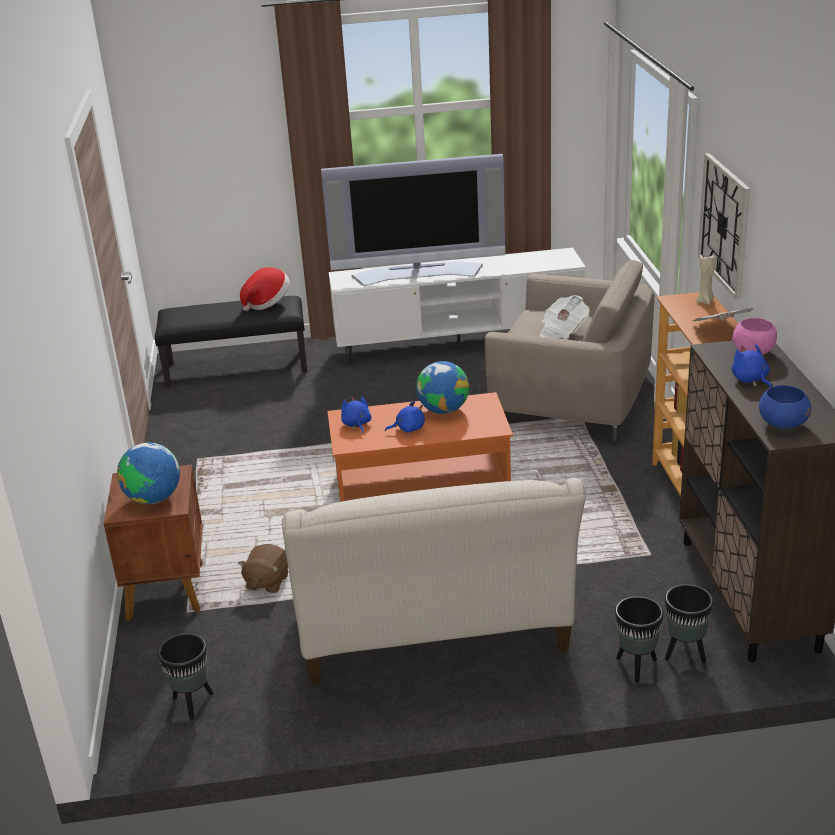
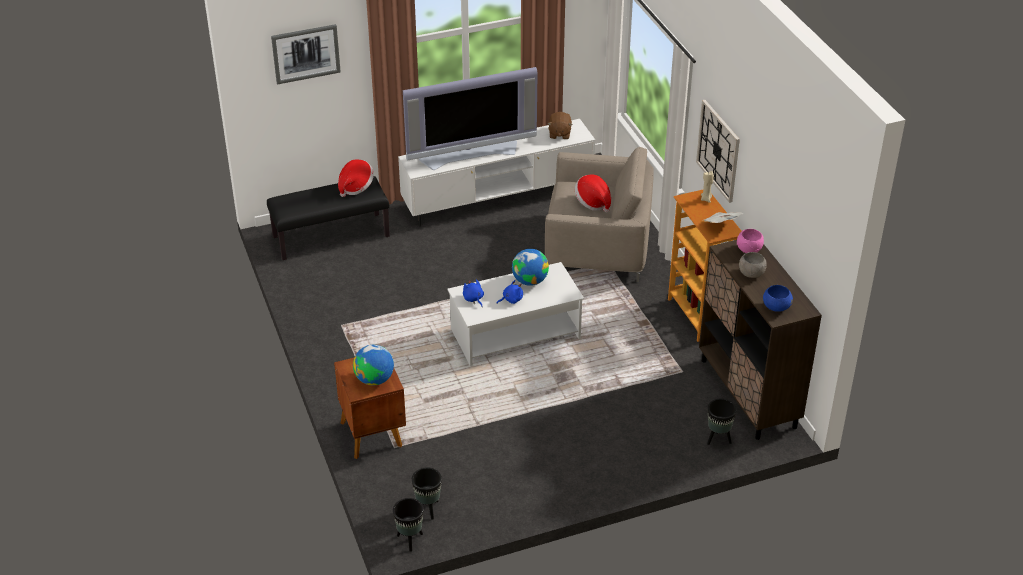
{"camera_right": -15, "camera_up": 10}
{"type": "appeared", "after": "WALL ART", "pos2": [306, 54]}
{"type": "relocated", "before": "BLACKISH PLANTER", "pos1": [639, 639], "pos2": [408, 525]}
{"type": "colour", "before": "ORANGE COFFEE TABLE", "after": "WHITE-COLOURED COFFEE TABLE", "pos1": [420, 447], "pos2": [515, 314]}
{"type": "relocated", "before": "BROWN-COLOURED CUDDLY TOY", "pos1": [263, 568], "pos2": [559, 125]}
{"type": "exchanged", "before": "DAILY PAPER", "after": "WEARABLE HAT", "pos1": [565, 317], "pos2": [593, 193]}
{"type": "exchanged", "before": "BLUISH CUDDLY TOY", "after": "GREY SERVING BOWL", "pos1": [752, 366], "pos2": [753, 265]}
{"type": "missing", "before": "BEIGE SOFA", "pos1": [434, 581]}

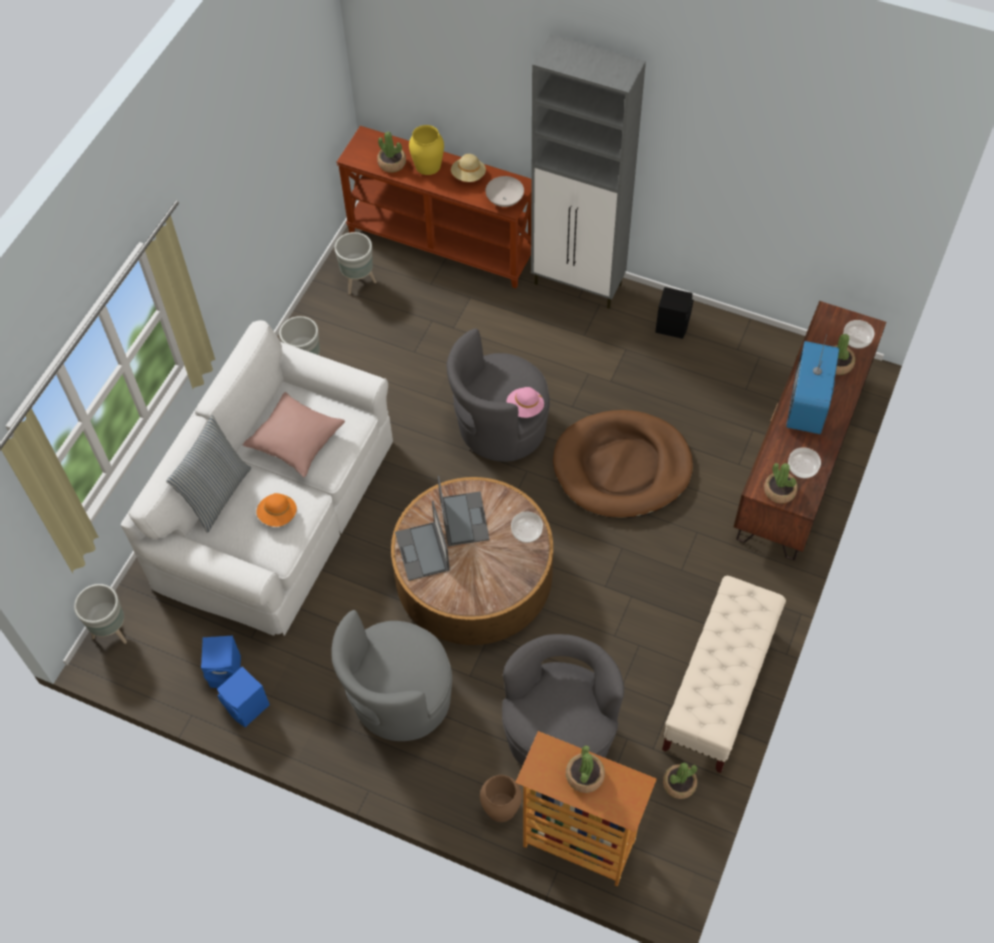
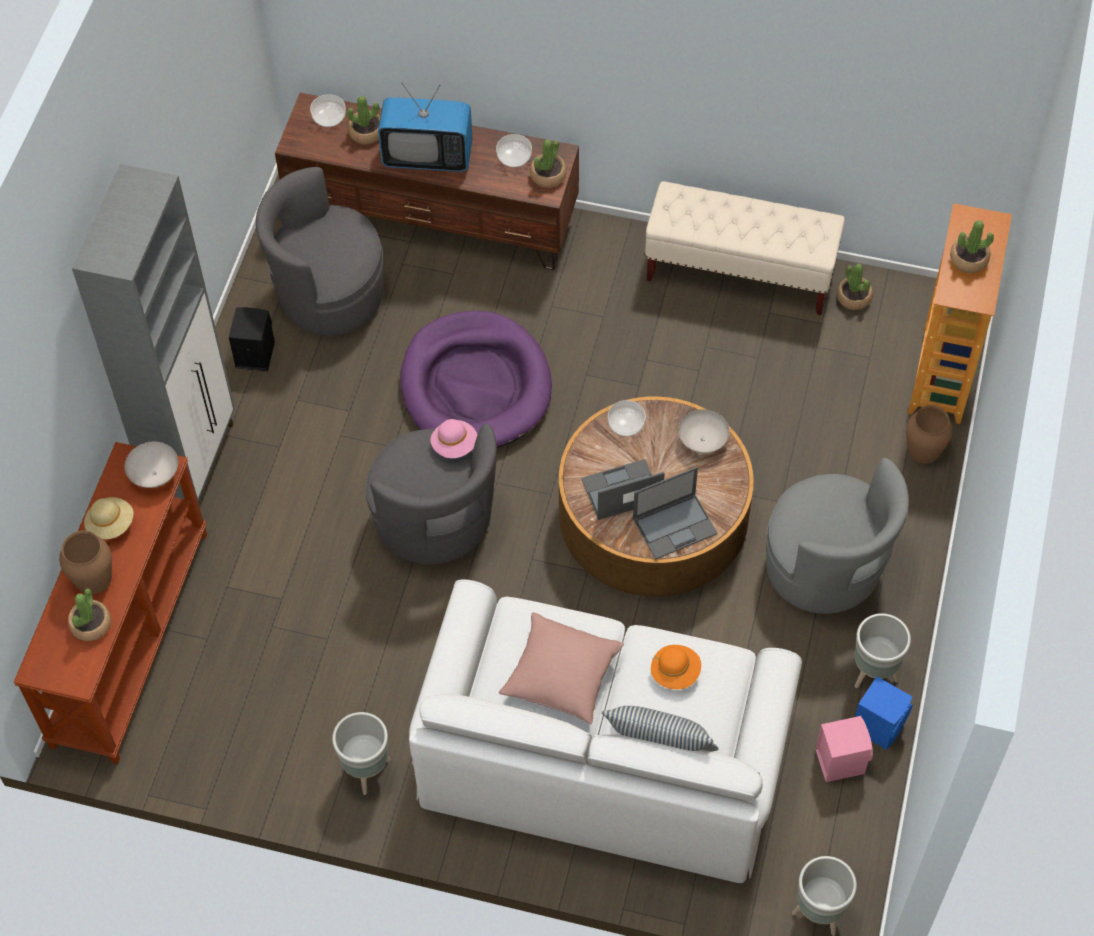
{"camera_right": -100, "camera_up": 0}
{"type": "colour", "before": "YELLOW-COLOURED FLOWER VASE", "after": "BROWN-COLOURED FLOWER VASE", "pos1": [426, 150], "pos2": [85, 562]}
{"type": "relocated", "before": "GREY LOUNGE CHAIR", "pos1": [563, 700], "pos2": [320, 251]}
{"type": "colour", "before": "BROWN-COLOURED DOG BED", "after": "PURPLE DOG BED", "pos1": [623, 464], "pos2": [476, 379]}
{"type": "appeared", "after": "WHITE-COLOURED SERVING BOWL", "pos2": [704, 431]}
{"type": "colour", "before": "BLUISH LOUDSPEAKER", "after": "PINK LOUDSPEAKER", "pos1": [221, 662], "pos2": [844, 749]}
{"type": "relocated", "before": "GREY PLANTER", "pos1": [355, 263], "pos2": [883, 650]}

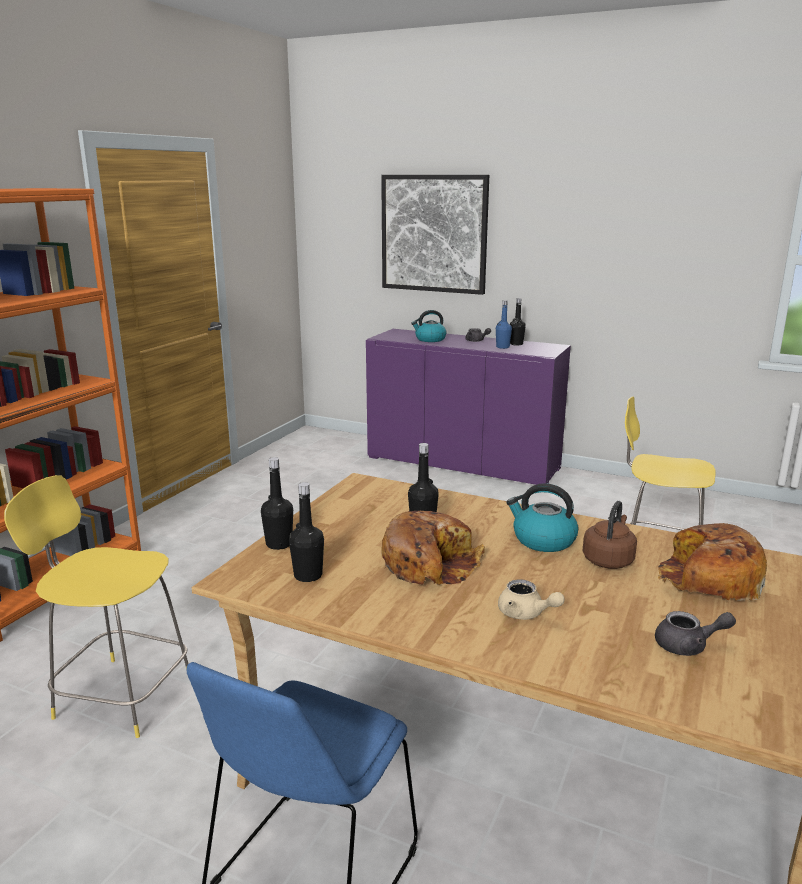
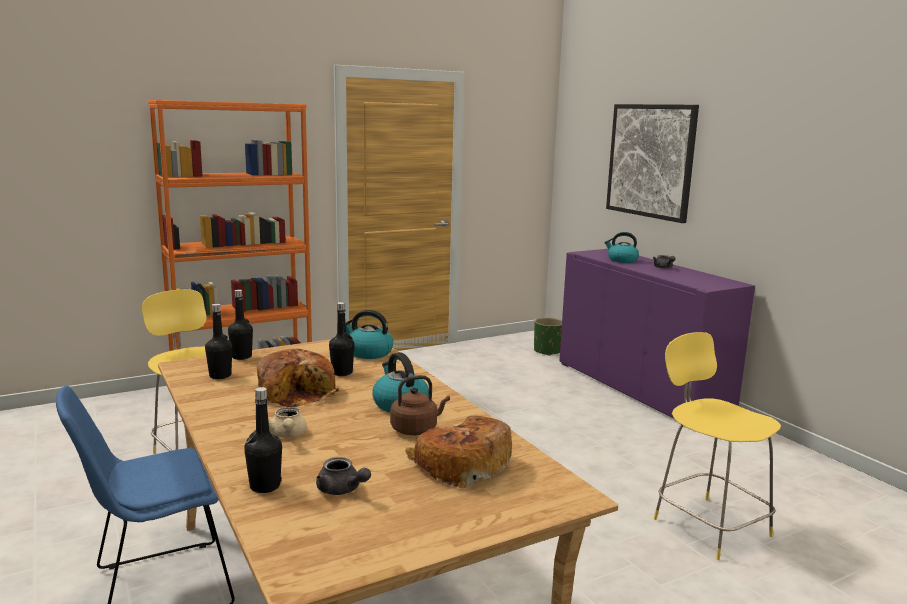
{"camera_right": 35, "camera_up": -5}
{"type": "relocated", "before": "BLACKISH DRINK BOTTLE", "pos1": [518, 322], "pos2": [263, 440]}
{"type": "appeared", "after": "TEA KETTLE", "pos2": [369, 334]}
{"type": "appeared", "after": "GREEN-COLOURED PLANTER", "pos2": [548, 336]}
{"type": "missing", "before": "BLUISH DRINK BOTTLE", "pos1": [504, 324]}

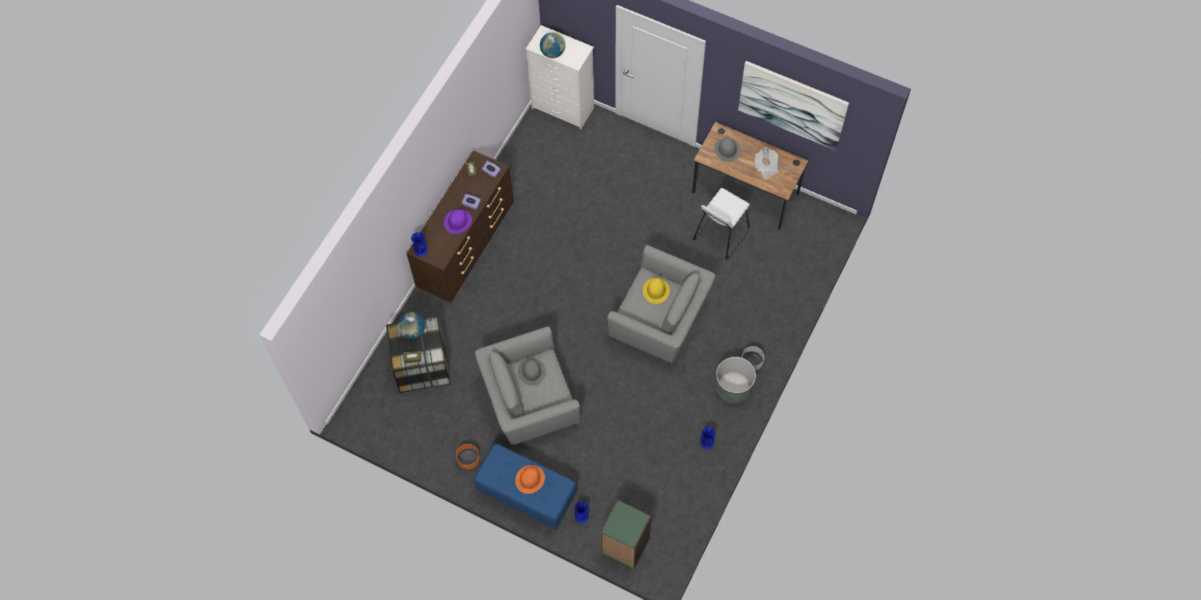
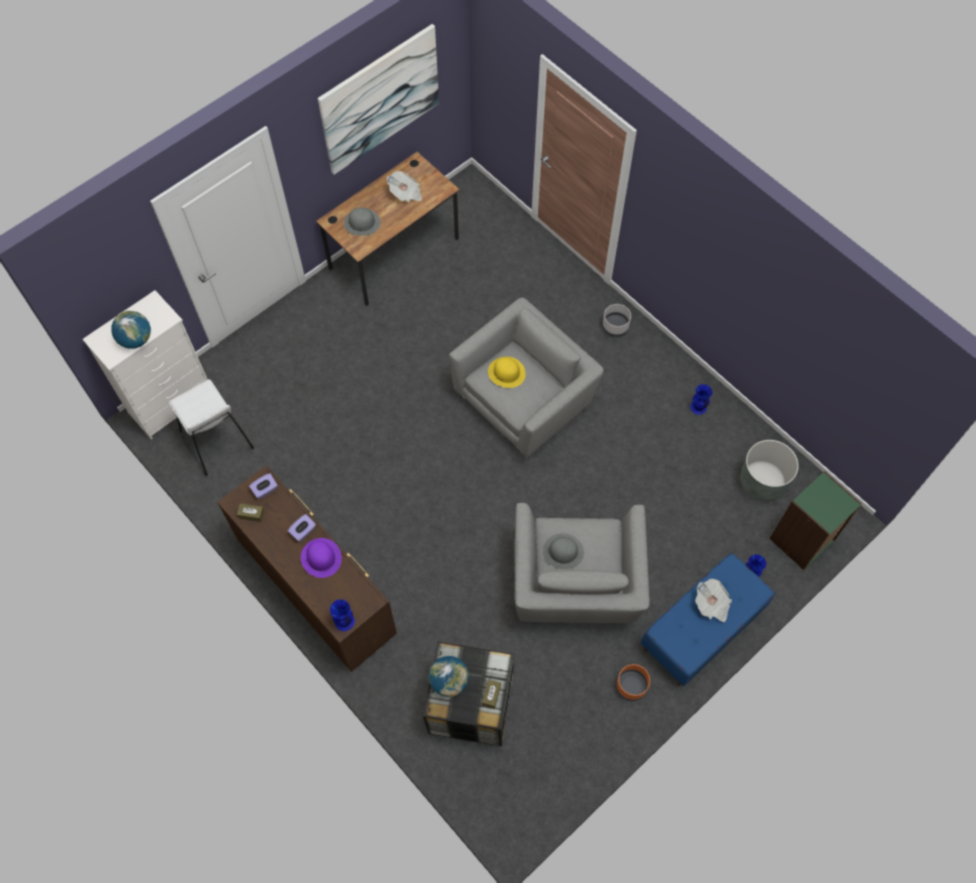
{"camera_right": -70, "camera_up": 0}
{"type": "relocated", "before": "WHITE-COLOURED SITTING STOOL", "pos1": [721, 224], "pos2": [211, 427]}
{"type": "exchanged", "before": "ORANGE WEARABLE HAT", "after": "DAILY PAPER", "pos1": [530, 479], "pos2": [713, 600]}
{"type": "relocated", "before": "GREY PLANTER", "pos1": [736, 380], "pos2": [769, 471]}

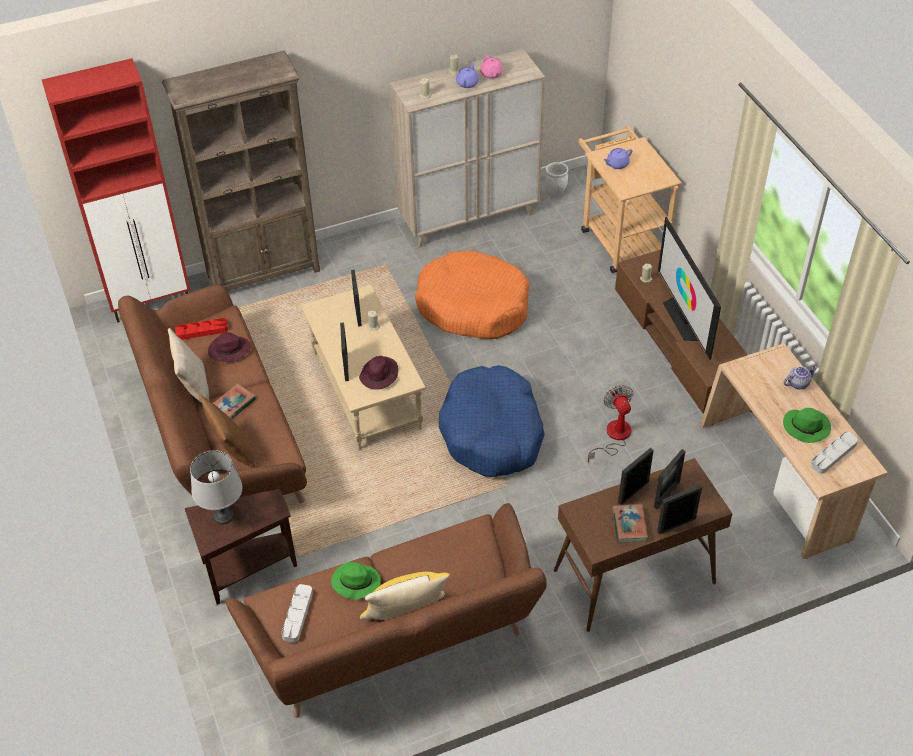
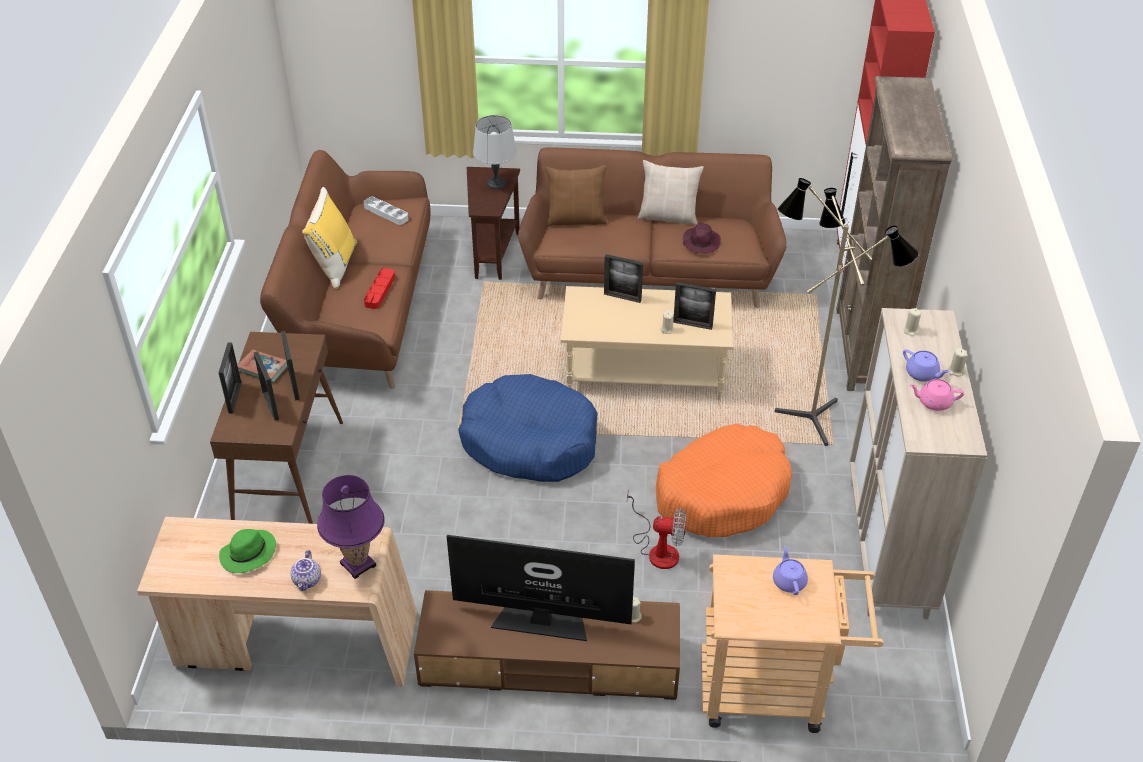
{"camera_right": 115, "camera_up": -5}
{"type": "appeared", "after": "PURPLE TABLETOP LAMP", "pos2": [351, 527]}
{"type": "relocated", "before": "RED-COLOURED SERVING TRAY", "pos1": [201, 329], "pos2": [379, 288]}
{"type": "relocated", "before": "COOLING FAN", "pos1": [611, 424], "pos2": [656, 531]}
{"type": "appeared", "after": "STANDARD LAMP", "pos2": [846, 312]}
{"type": "missing", "before": "VOLUME", "pos1": [234, 401]}
{"type": "missing", "before": "GREEN-COLOURED WEARABLE HAT", "pos1": [356, 581]}
{"type": "missing", "before": "PURPLE WEARABLE HAT", "pos1": [378, 373]}
{"type": "missing", "before": "WHITE-COLOURED PLANTER", "pos1": [556, 178]}
{"type": "missing", "before": "GREY SERVING TRAY", "pos1": [834, 453]}

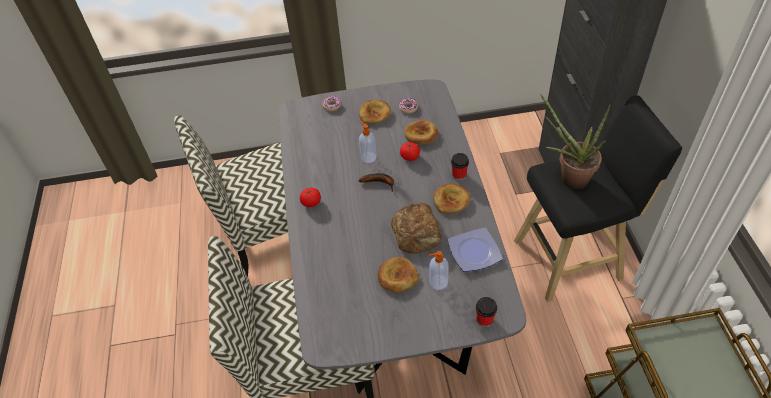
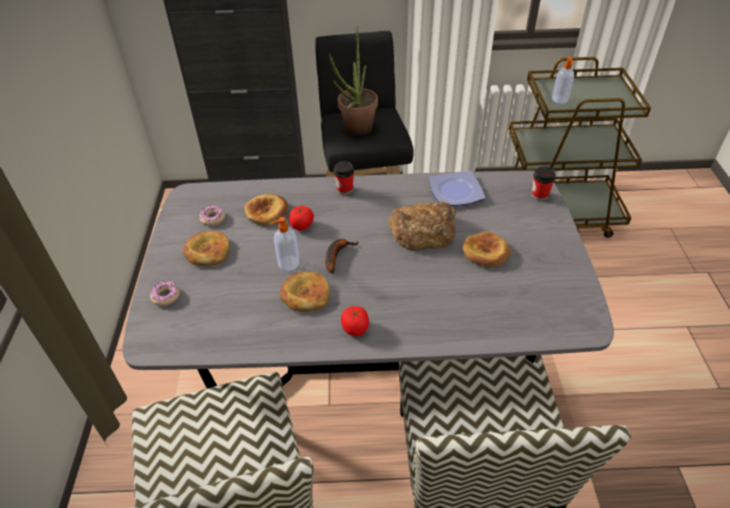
{"camera_right": -85, "camera_up": -5}
{"type": "relocated", "before": "BAKED BREAD", "pos1": [451, 199], "pos2": [304, 292]}
{"type": "relocated", "before": "SOAP DISPENSER", "pos1": [438, 270], "pos2": [563, 80]}

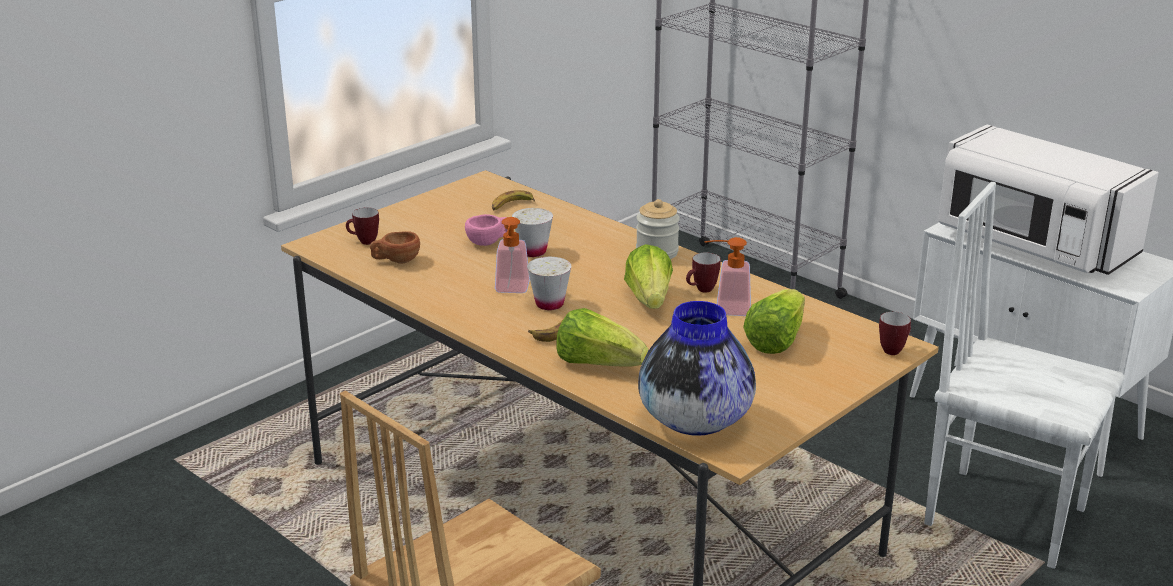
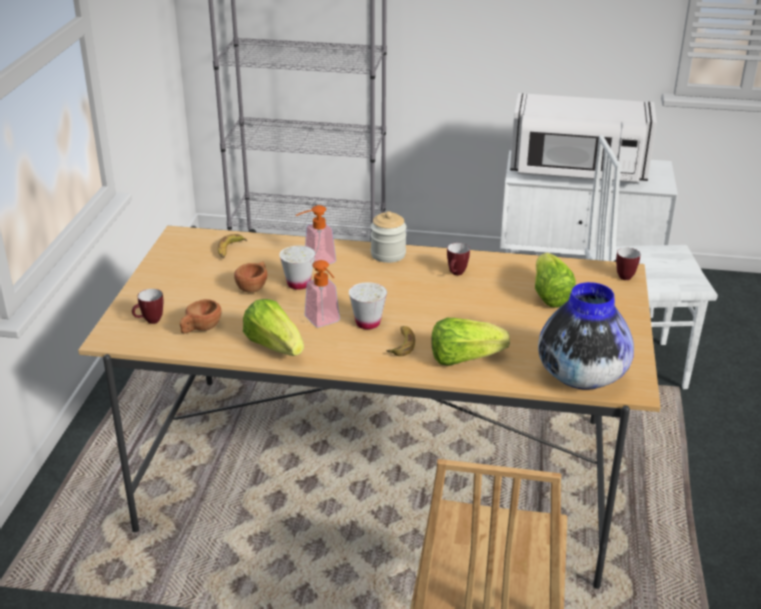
{"camera_right": -35, "camera_up": 5}
{"type": "colour", "before": "PINK DRINKING CUP", "after": "BROWN-COLOURED DRINKING CUP", "pos1": [486, 230], "pos2": [250, 277]}
{"type": "relocated", "before": "LETTUCE", "pos1": [648, 276], "pos2": [273, 327]}
{"type": "relocated", "before": "SOAP DISPENSER", "pos1": [727, 276], "pos2": [316, 234]}

